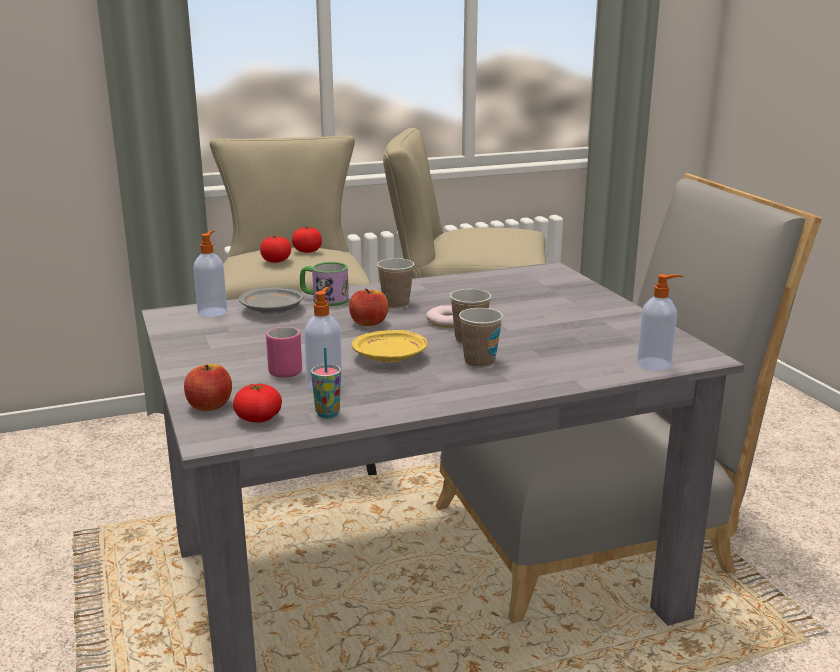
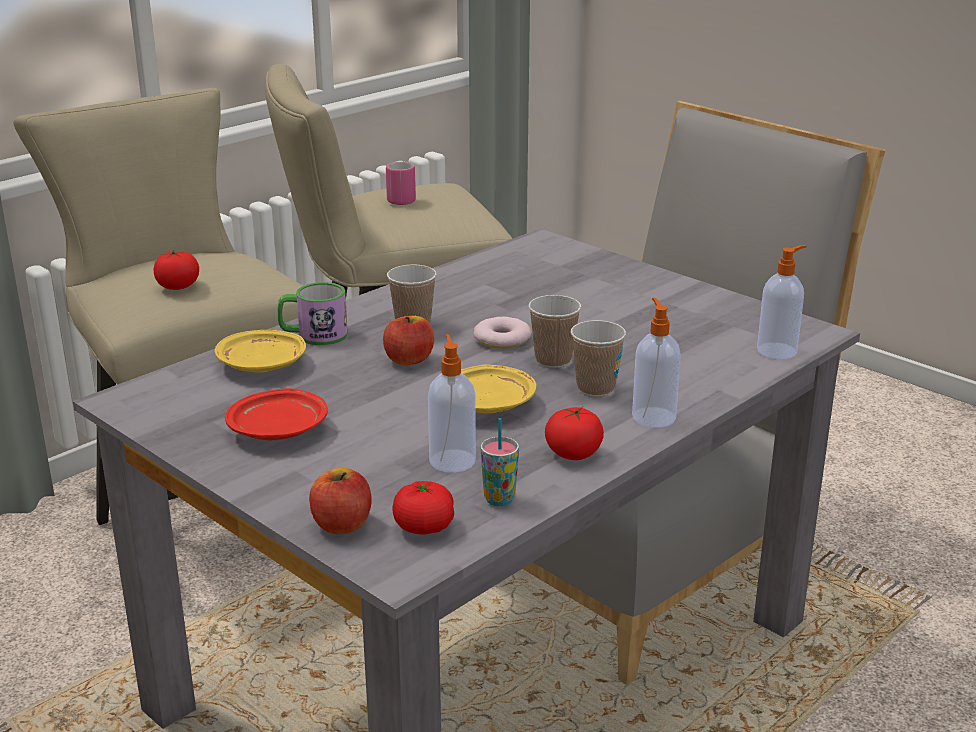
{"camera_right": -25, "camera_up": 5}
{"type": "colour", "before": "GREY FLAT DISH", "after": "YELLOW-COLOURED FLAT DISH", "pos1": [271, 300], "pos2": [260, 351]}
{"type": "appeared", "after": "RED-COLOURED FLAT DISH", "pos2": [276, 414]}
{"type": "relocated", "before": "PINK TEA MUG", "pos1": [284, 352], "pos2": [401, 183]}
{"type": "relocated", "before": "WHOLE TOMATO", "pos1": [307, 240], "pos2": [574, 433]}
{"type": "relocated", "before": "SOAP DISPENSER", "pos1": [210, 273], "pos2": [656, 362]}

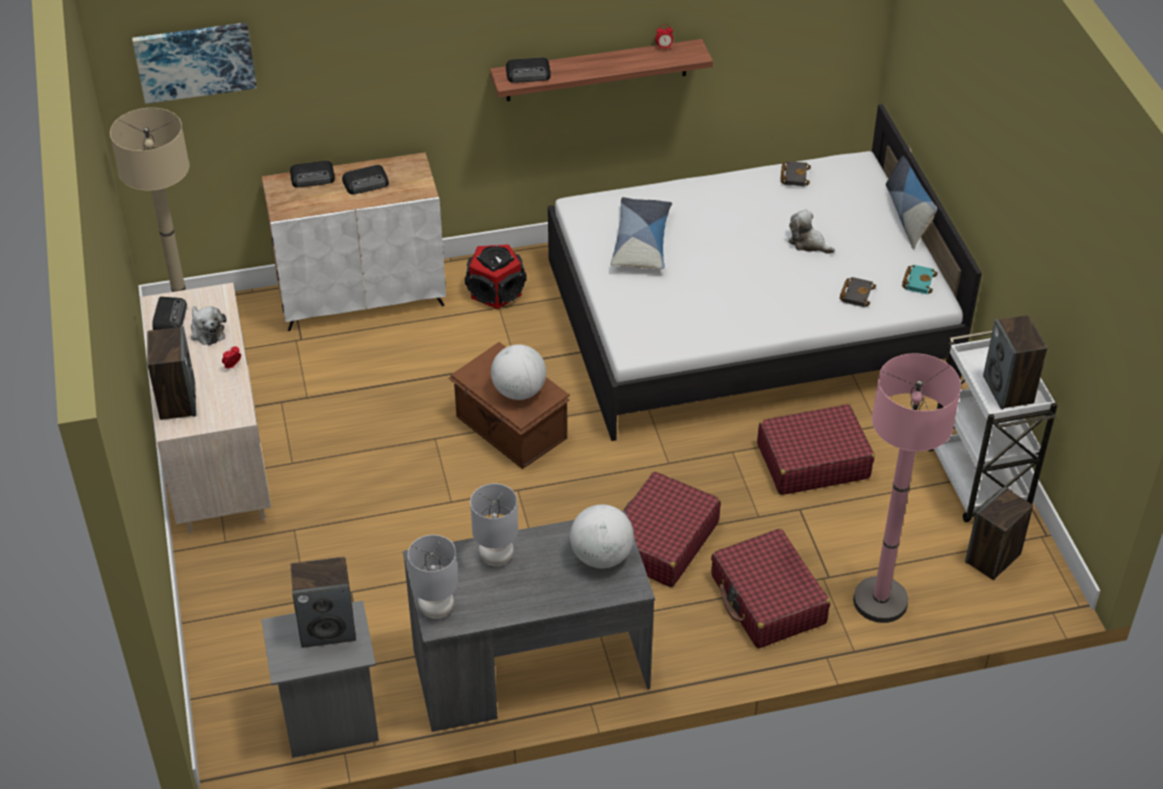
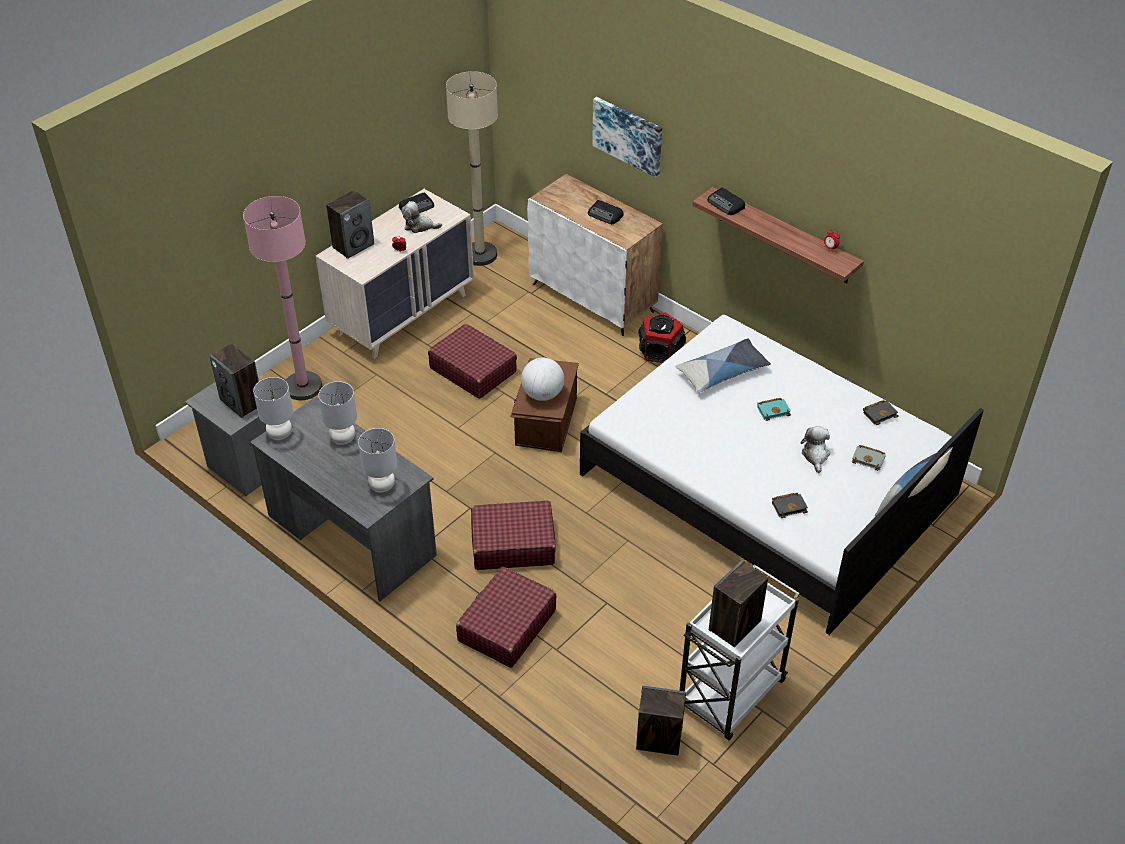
{"camera_right": 55, "camera_up": 0}
{"type": "relocated", "before": "PINK STANDARD LAMP", "pos1": [907, 488], "pos2": [282, 298]}
{"type": "exchanged", "before": "GLOBE", "after": "GREY TABLETOP LAMP", "pos1": [602, 536], "pos2": [377, 460]}
{"type": "spun", "before": "CUDDLY TOY", "pos1": [208, 325], "pos2": [421, 217], "turn": 75}
{"type": "relocated", "before": "RED-COLOURED PIECE OF LUGGAGE", "pos1": [816, 449], "pos2": [472, 361]}
{"type": "relocated", "before": "WALL ART", "pos1": [194, 63], "pos2": [627, 137]}
{"type": "relocated", "before": "TURQUOISE-COLOURED VOLUME", "pos1": [920, 279], "pos2": [774, 409]}
{"type": "appeared", "after": "GREY VOLUME", "pos2": [869, 458]}
{"type": "missing", "before": "RADIO", "pos1": [312, 174]}

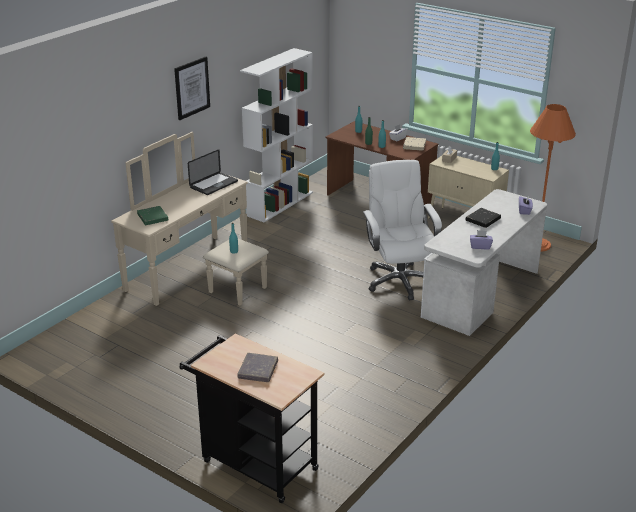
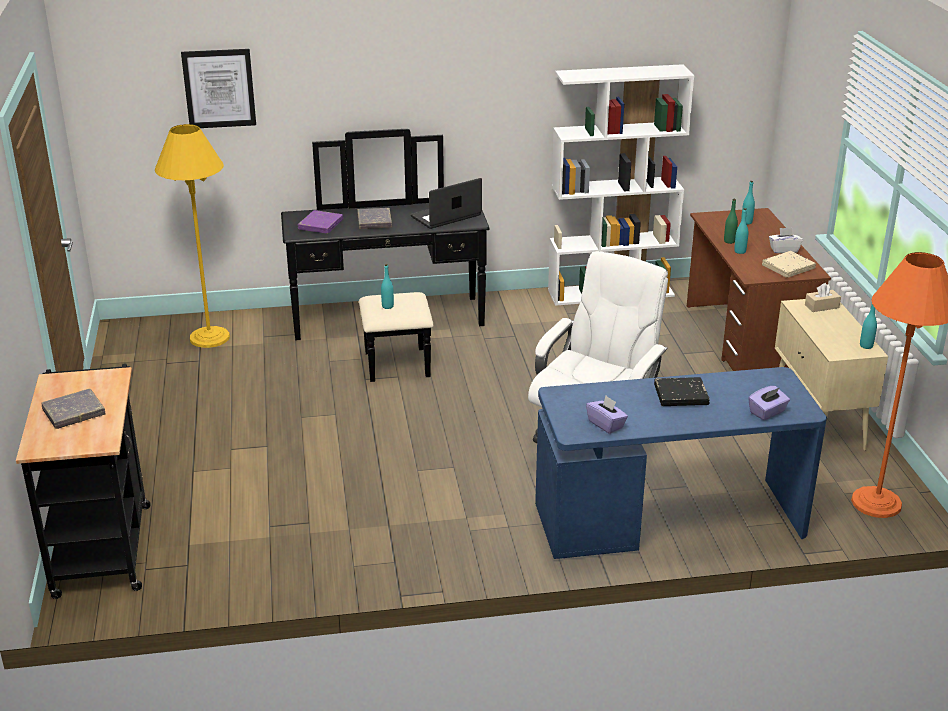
{"camera_right": 45, "camera_up": 0}
{"type": "appeared", "after": "YELLOW-COLOURED STANDARD LAMP", "pos2": [192, 236]}
{"type": "relocated", "before": "WALL ART", "pos1": [192, 88], "pos2": [218, 88]}
{"type": "colour", "before": "BEIGE CHEST OF DRAWERS", "after": "BLACKISH CHEST OF DRAWERS", "pos1": [190, 219], "pos2": [385, 255]}
{"type": "colour", "before": "GREEN-COLOURED VOLUME", "after": "PURPLE VOLUME", "pos1": [153, 215], "pos2": [320, 221]}
{"type": "appeared", "after": "GREY VOLUME", "pos2": [374, 218]}
{"type": "spun", "before": "NOTEBOOK COMPUTER", "pos1": [213, 172], "pos2": [446, 203], "turn": 150}
{"type": "colour", "before": "WHITE-COLOURED DESK UNIT", "after": "BLUISH DESK UNIT", "pos1": [484, 262], "pos2": [681, 463]}

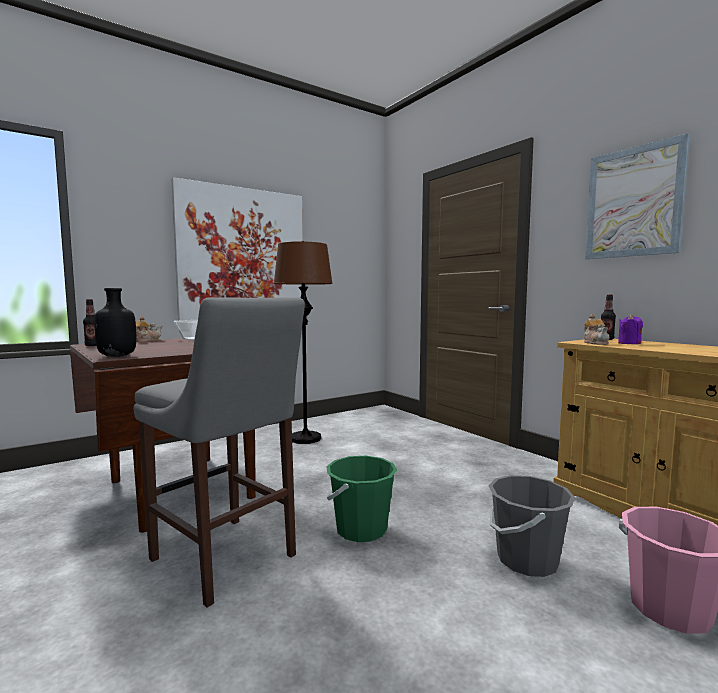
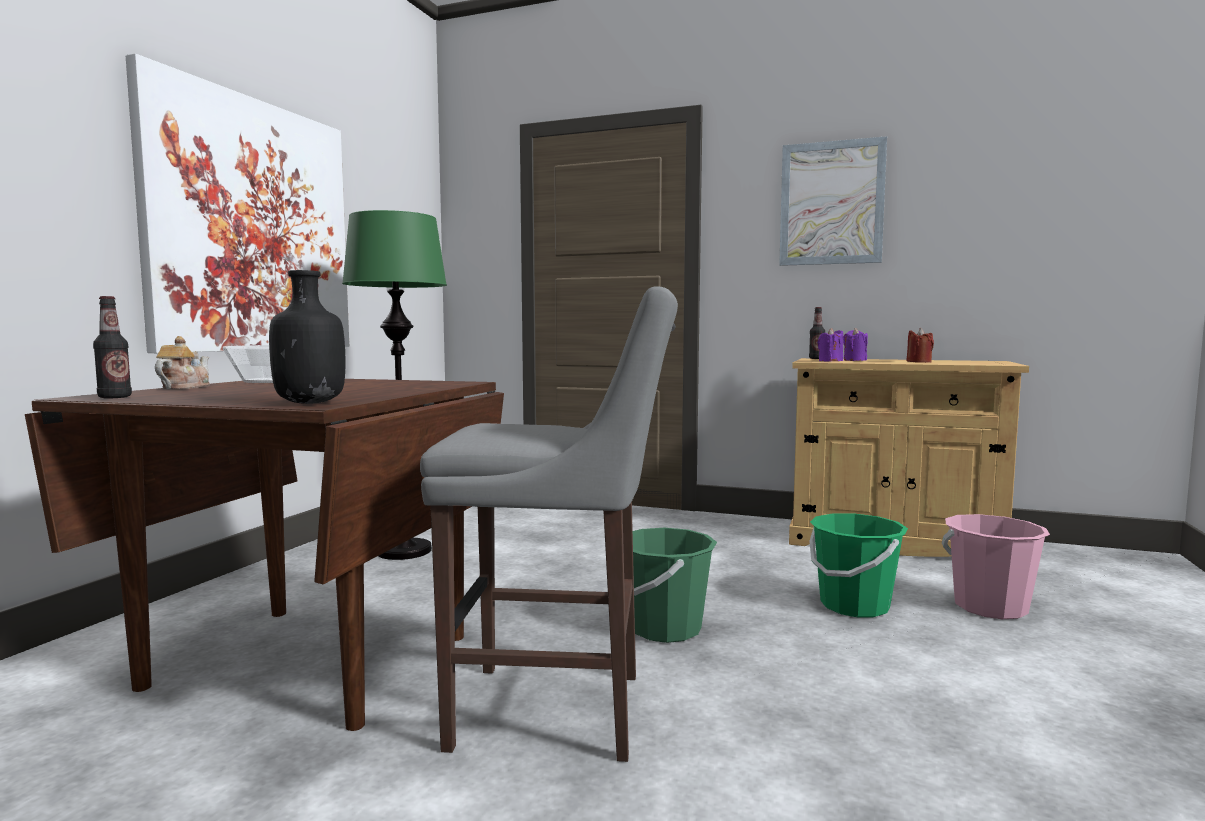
{"camera_right": -35, "camera_up": 0}
{"type": "colour", "before": "BROWN-COLOURED STANDARD LAMP", "after": "GREEN-COLOURED STANDARD LAMP", "pos1": [303, 342], "pos2": [394, 385]}
{"type": "colour", "before": "GREY PAIL", "after": "GREEN-COLOURED PAIL", "pos1": [531, 526], "pos2": [858, 565]}
{"type": "exchanged", "before": "TEA POT", "after": "PURPLE WAX LIGHT", "pos1": [597, 329], "pos2": [831, 344]}
{"type": "appeared", "after": "RED-COLOURED WAX LIGHT", "pos2": [920, 345]}

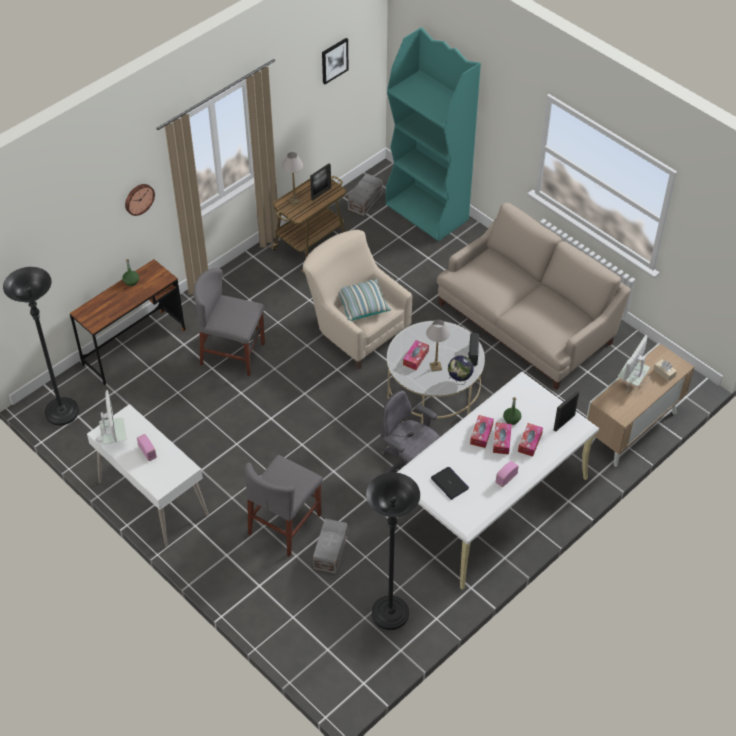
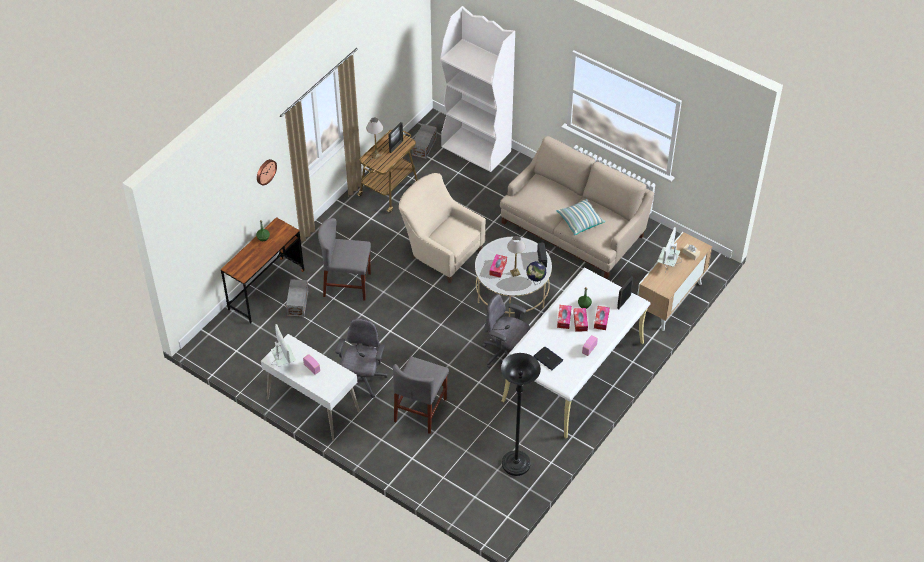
{"camera_right": -10, "camera_up": 0}
{"type": "relocated", "before": "GREY STORAGE BIN", "pos1": [330, 546], "pos2": [297, 298]}
{"type": "appeared", "after": "GREY OFFICE CHAIR", "pos2": [361, 358]}
{"type": "colour", "before": "TURQUOISE-COLOURED BOOKSHELF", "after": "WHITE-COLOURED BOOKSHELF", "pos1": [433, 134], "pos2": [477, 89]}
{"type": "relocated", "before": "THROW PILLOW", "pos1": [365, 300], "pos2": [581, 217]}
{"type": "missing", "before": "BLACKISH STANDARD LAMP", "pos1": [41, 346]}
{"type": "missing", "before": "WALL ART", "pos1": [335, 61]}

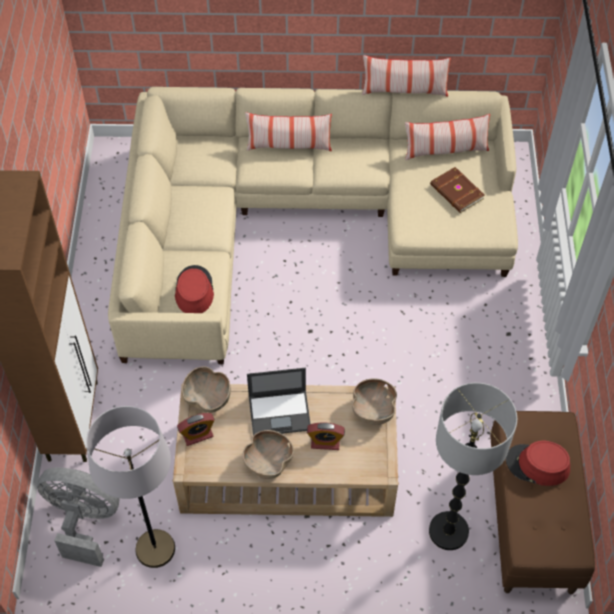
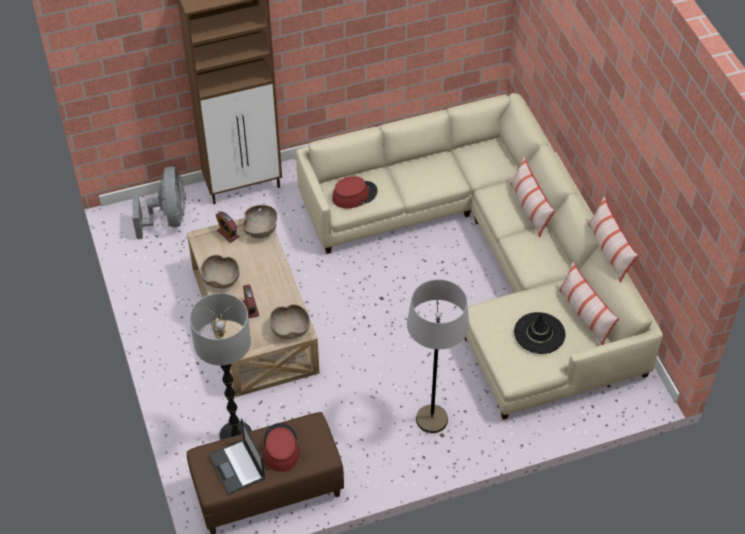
{"camera_right": 70, "camera_up": -5}
{"type": "relocated", "before": "NOTEBOOK COMPUTER", "pos1": [278, 401], "pos2": [237, 456]}
{"type": "relocated", "before": "GREY STANDARD LAMP", "pos1": [130, 487], "pos2": [438, 356]}
{"type": "exchanged", "before": "BROWN-COLOURED VOLUME", "after": "BLACKISH WEARABLE HAT", "pos1": [457, 190], "pos2": [539, 333]}

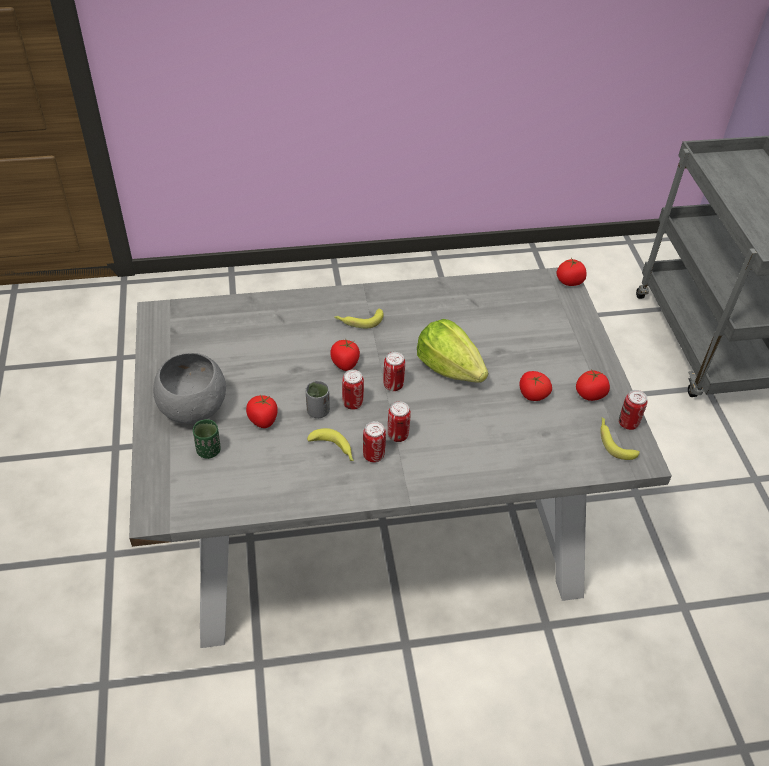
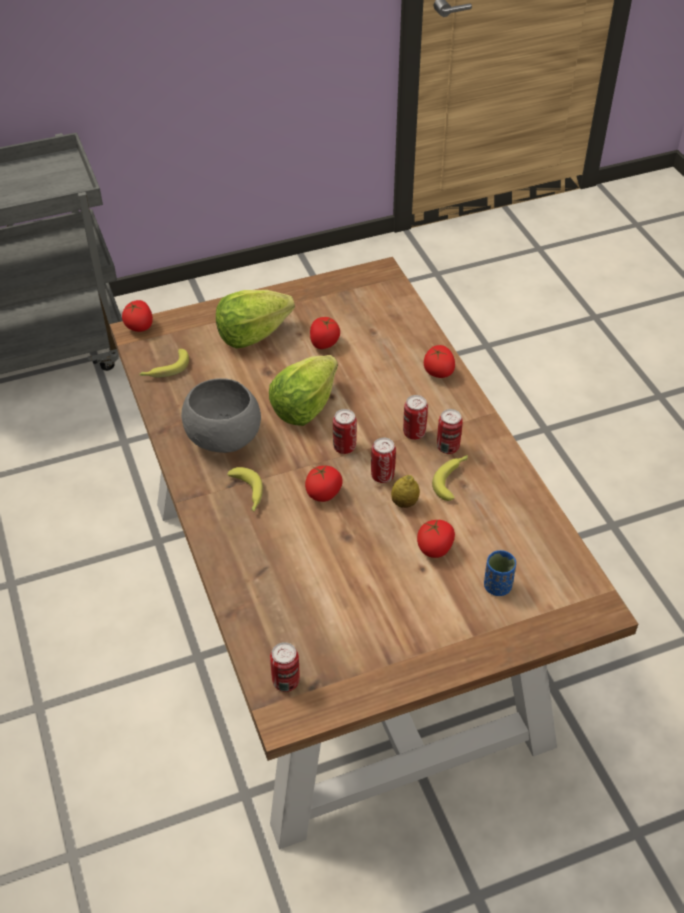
{"camera_right": -100, "camera_up": 0}
{"type": "colour", "before": "GREY DINNER TABLE", "after": "BROWN-COLOURED DINNER TABLE", "pos1": [400, 457], "pos2": [374, 553]}
{"type": "relocated", "before": "WHOLE BANANA", "pos1": [620, 438], "pos2": [164, 363]}
{"type": "relocated", "before": "GREY SERVING BOWL", "pos1": [189, 388], "pos2": [221, 415]}
{"type": "appeared", "after": "LETTUCE", "pos2": [255, 319]}
{"type": "relocated", "before": "METAL CAN", "pos1": [633, 410], "pos2": [285, 667]}
{"type": "exchanged", "before": "GREY DRINKING CUP", "after": "CITRUS FRUIT", "pos1": [318, 399], "pos2": [405, 491]}
{"type": "relocated", "before": "WHOLE TOMATO", "pos1": [593, 385], "pos2": [439, 361]}
{"type": "colour", "before": "GREEN-COLOURED DRINKING CUP", "after": "BLUISH DRINKING CUP", "pos1": [207, 439], "pos2": [500, 573]}

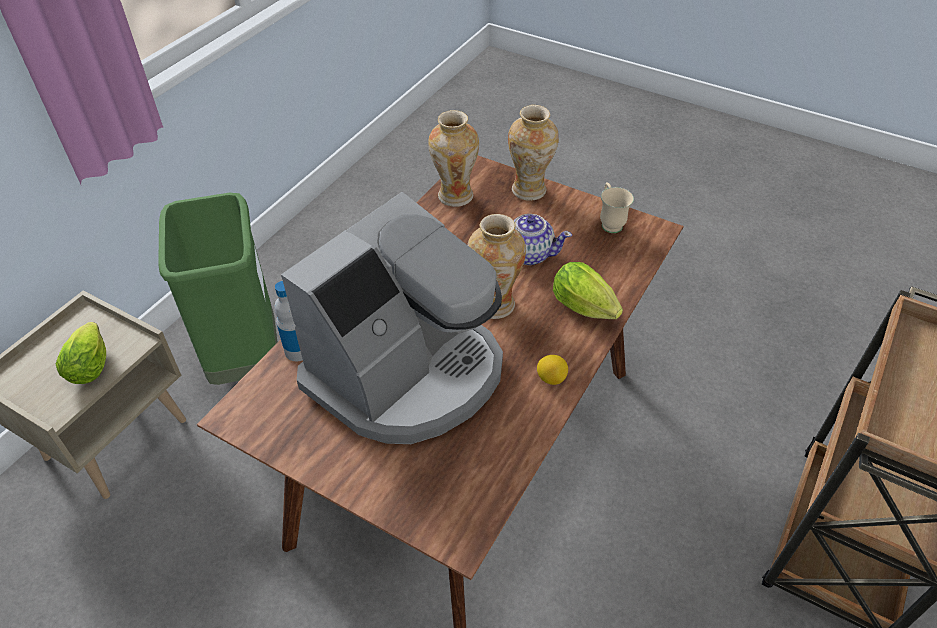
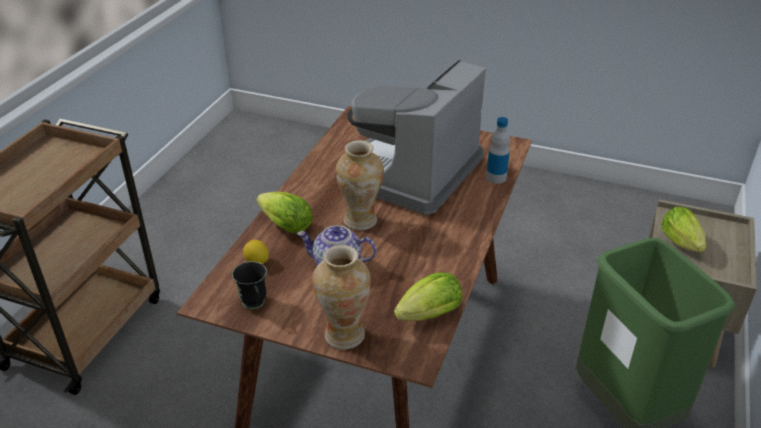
{"camera_right": 170, "camera_up": -10}
{"type": "colour", "before": "BEIGE TEA MUG", "after": "BLACKISH TEA MUG", "pos1": [617, 207], "pos2": [249, 285]}
{"type": "relocated", "before": "CITRUS FRUIT", "pos1": [552, 370], "pos2": [256, 252]}
{"type": "exchanged", "before": "FLOWER VASE", "after": "LETTUCE", "pos1": [453, 158], "pos2": [428, 296]}

